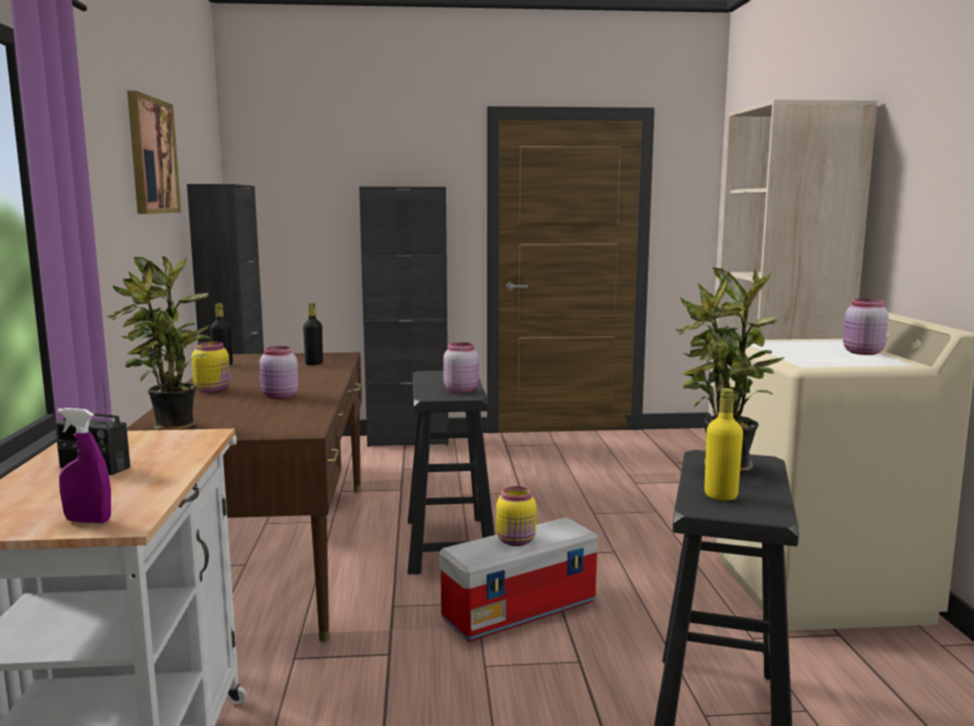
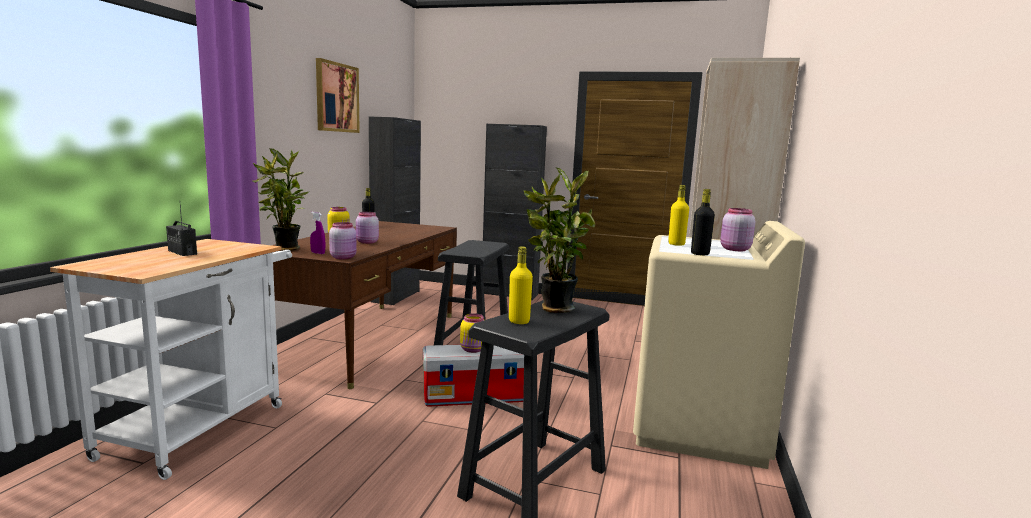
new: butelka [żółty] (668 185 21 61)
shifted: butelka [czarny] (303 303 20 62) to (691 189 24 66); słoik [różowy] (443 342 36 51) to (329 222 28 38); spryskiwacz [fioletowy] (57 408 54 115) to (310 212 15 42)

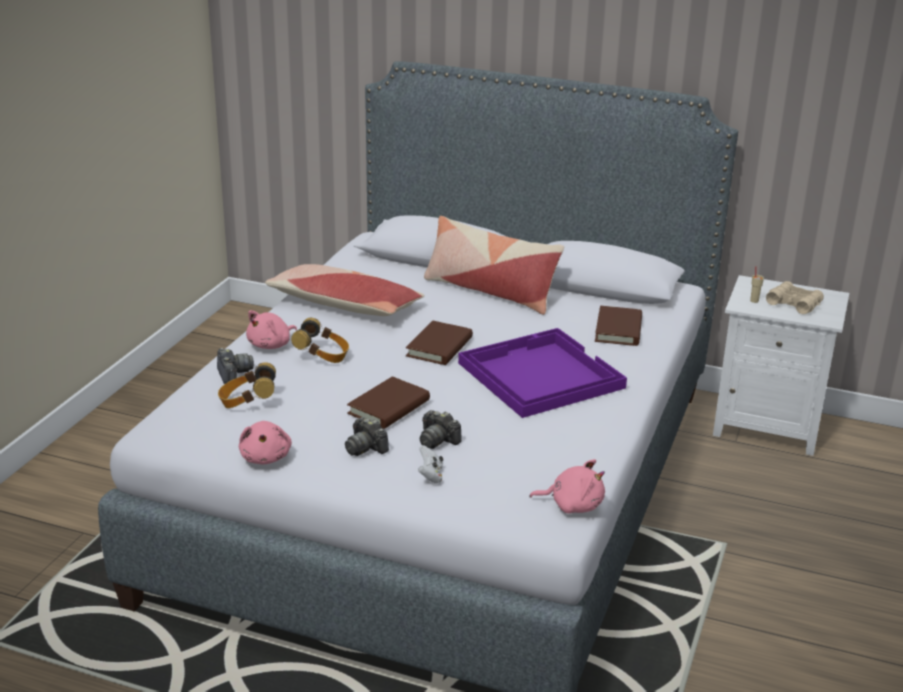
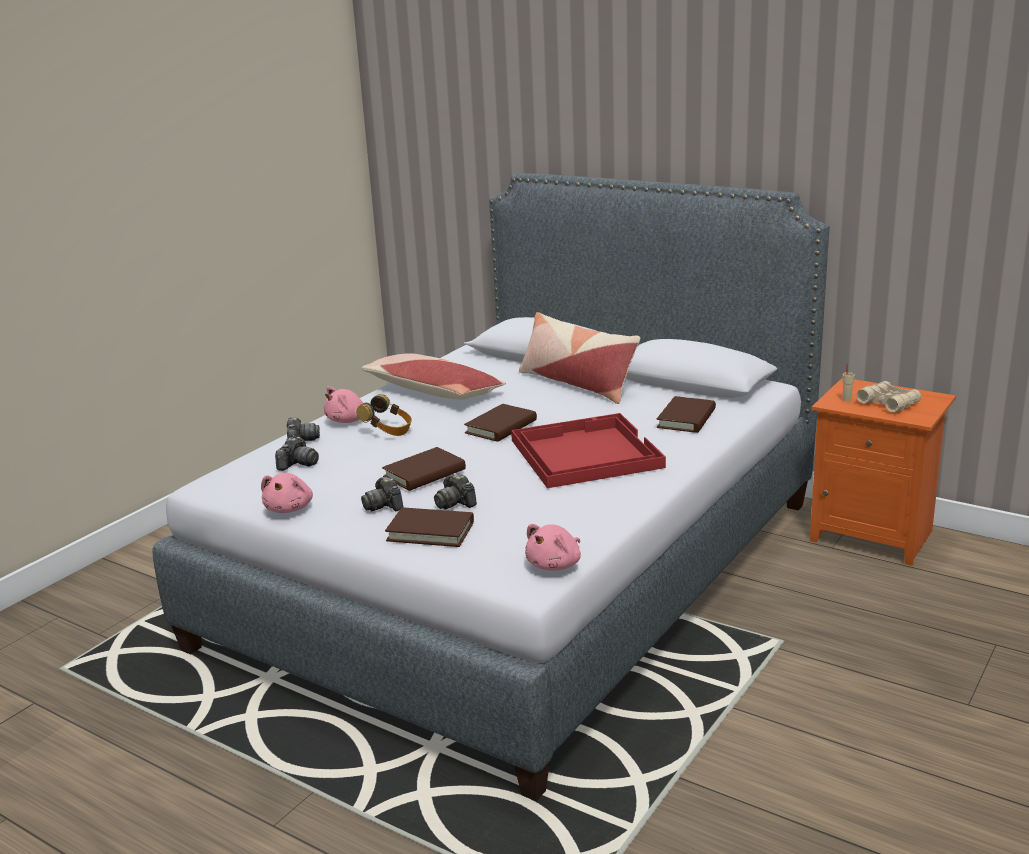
swapped: słuchawki (218 362 58 46) to aparat fotograficzny (275 436 44 35); pad do gier [biały] (418 445 25 39) to książka [brązowy] (385 507 89 40)
repainted: szafka nocna [biały] (713 275 136 181) to szafka nocna [pomarańczowy] (810 377 146 189); taca [fioletowy] (458 328 169 90) to taca [czerwony] (511 413 155 75)
rotated: pluszak [różowy] (529 459 76 55) = (525 524 56 46) 105 degrees clockwise

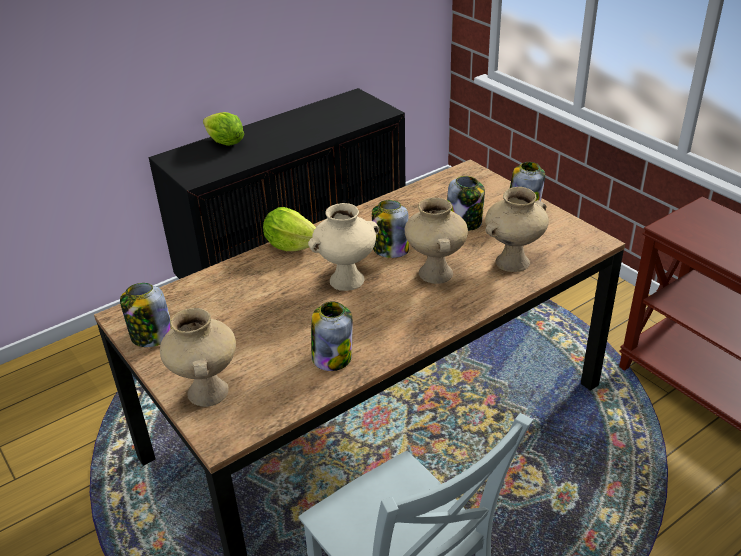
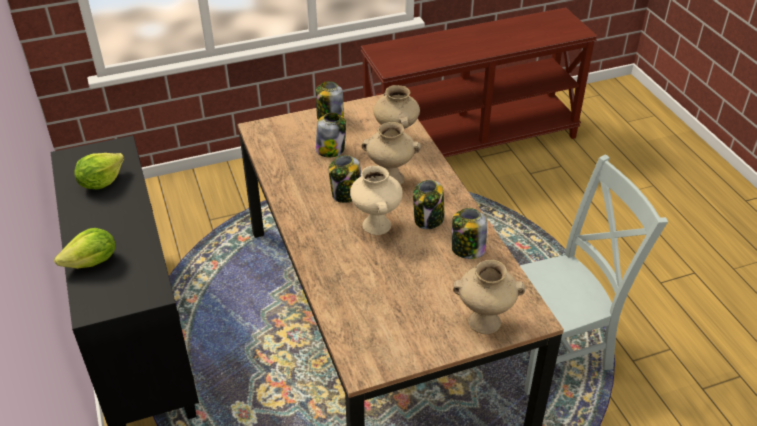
shifted: sałata (263 207 53 44) to (75 153 49 36); słoik (120 283 52 64) to (413 180 32 49)

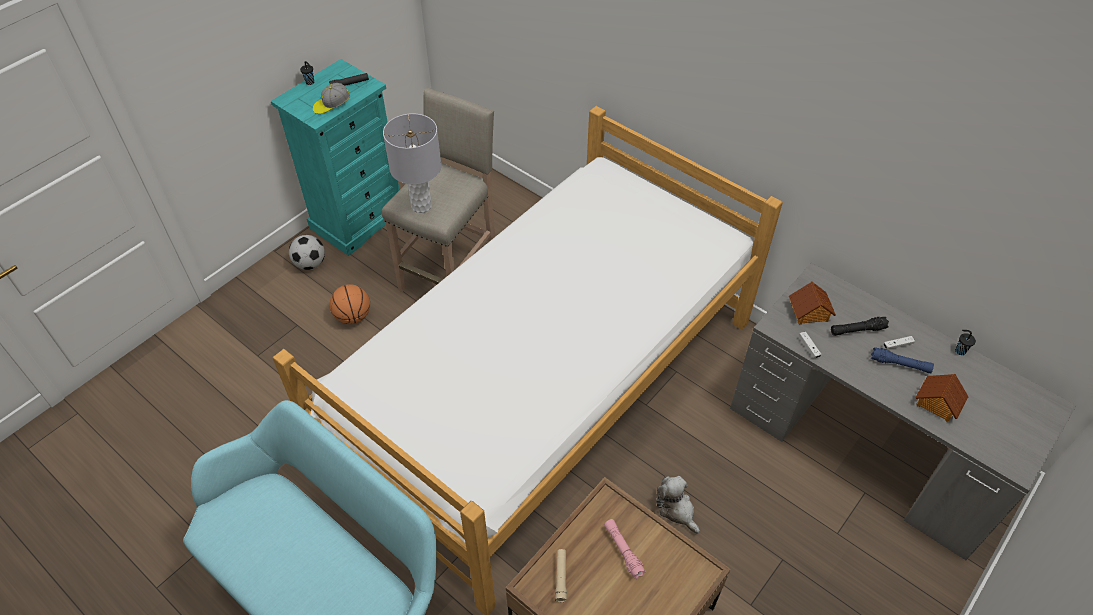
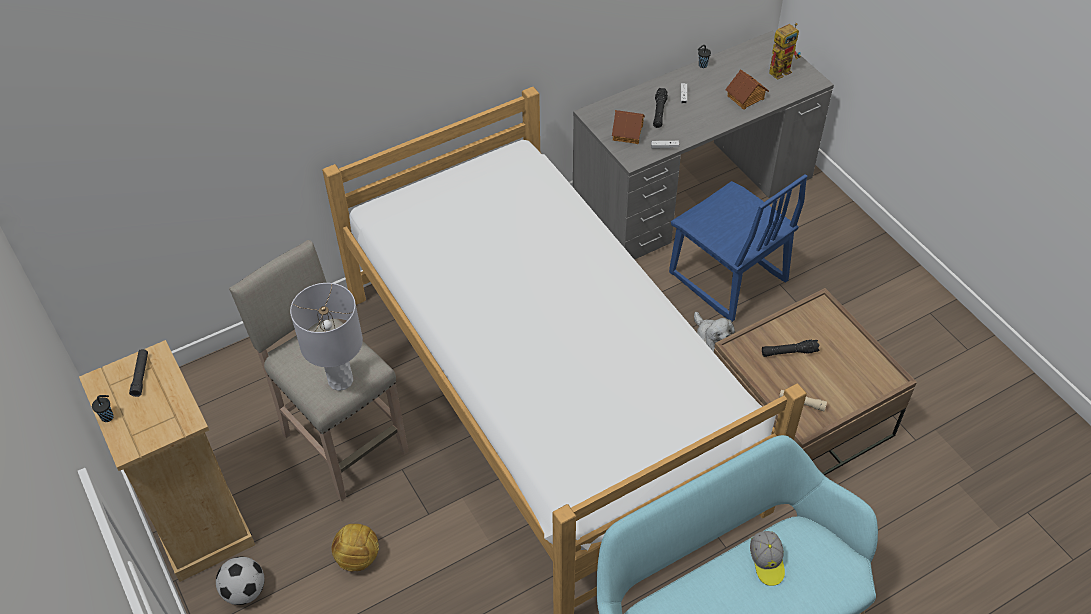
gone: latarka [niebieski] (871 347 63 26)
new: robot zabawkowy (769 23 32 57); krzesło [niebieski] (669 174 138 148)
shifted: czapka z daszkiem (313 83 37 31) to (750 531 35 55)
swapped: piłka do koszykówki (330 284 40 40) to piłka futbolowa (332 524 47 47)
repainted: komoda [turkusowy] (271 59 128 197) to komoda [beżowy] (79 340 176 242); latarka [różowy] (604 519 42 60) to latarka [czarny] (762 340 57 17)
rotated: pluszak (656 476 44 58) = (694 312 41 40) 105 degrees counterclockwise

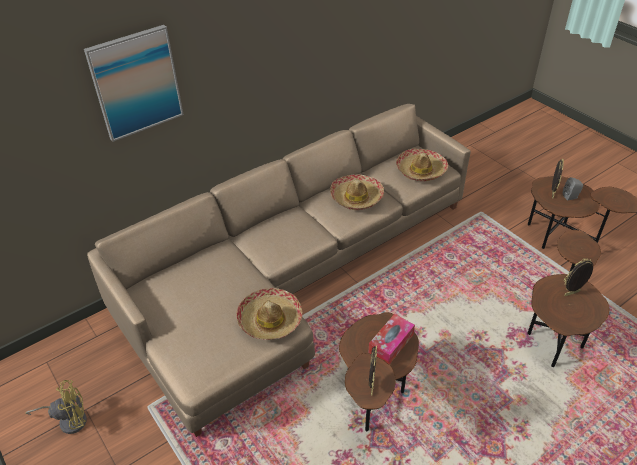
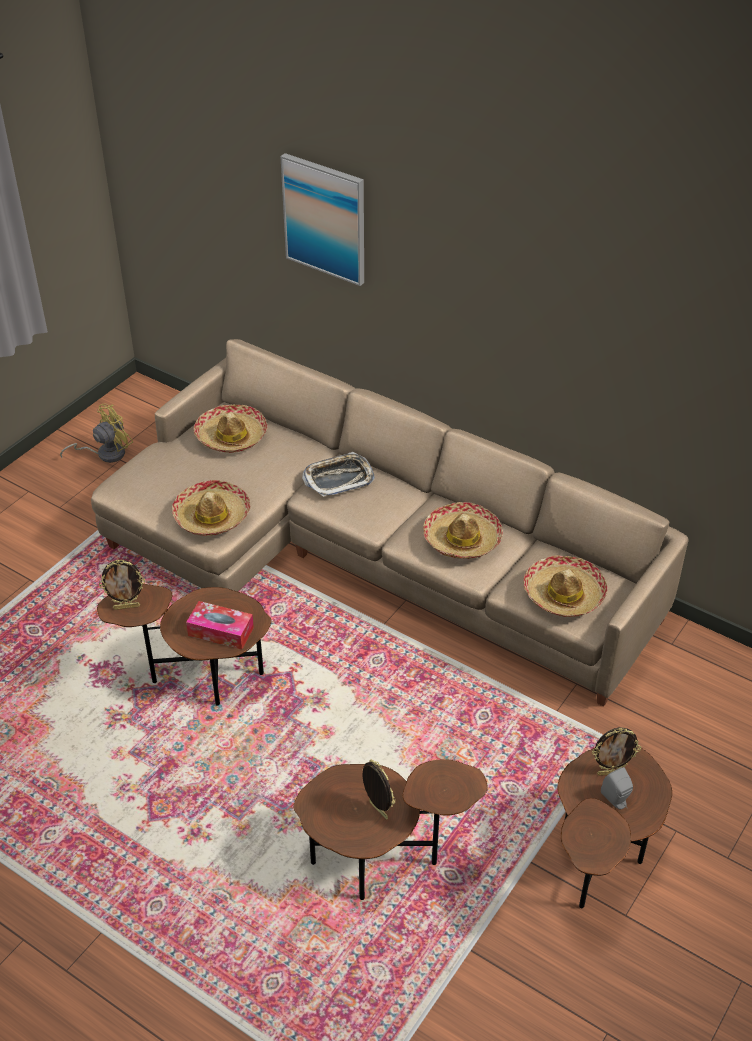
new: kapelusz (194 404 73 49); taca (302 452 73 45)
rotated: wentylator [żółty] (25 380 62 54) = (60 404 73 59) 90 degrees counterclockwise

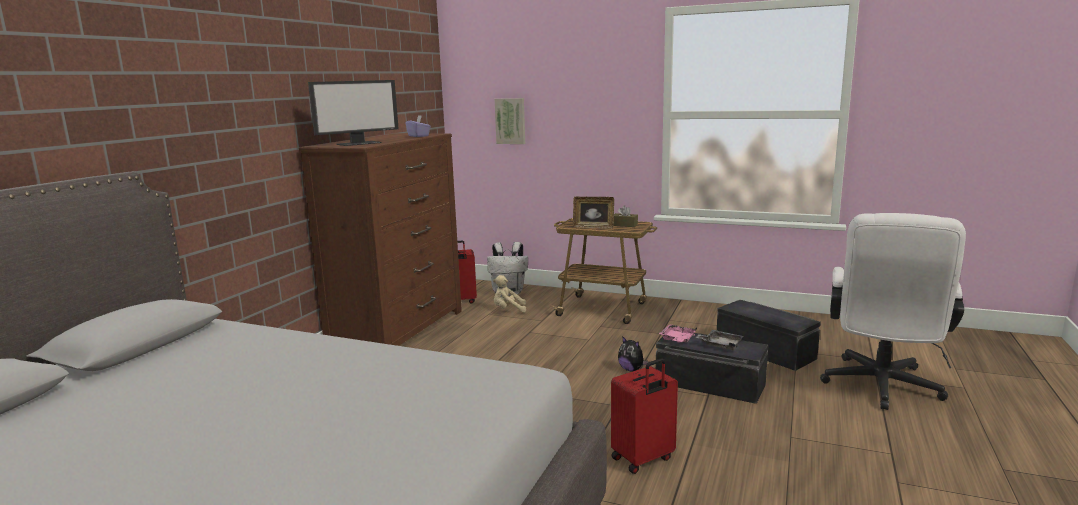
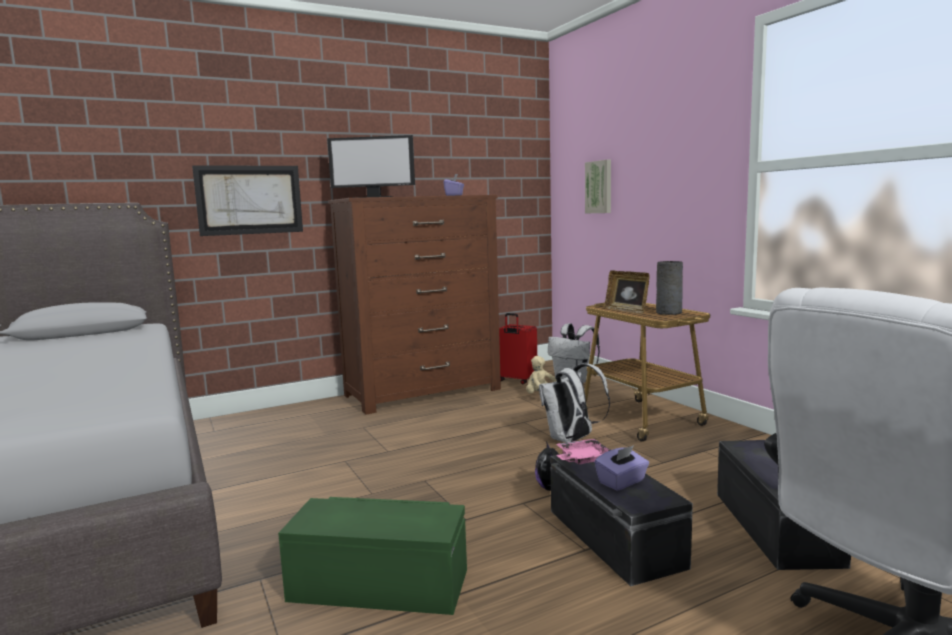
new: obraz (192 165 111 71); plecak [biały] (539 364 71 79)
swapped: pudełko chusteczek [brązowy] (613 205 25 22) to wazon [szary] (656 261 27 54); taca [szary] (695 330 49 20) to pudełko chusteczek [fioletowy] (595 445 54 46); walizka [czerwony] (611 358 67 116) to pojemnik do przechowywania [zielony] (278 497 189 118)

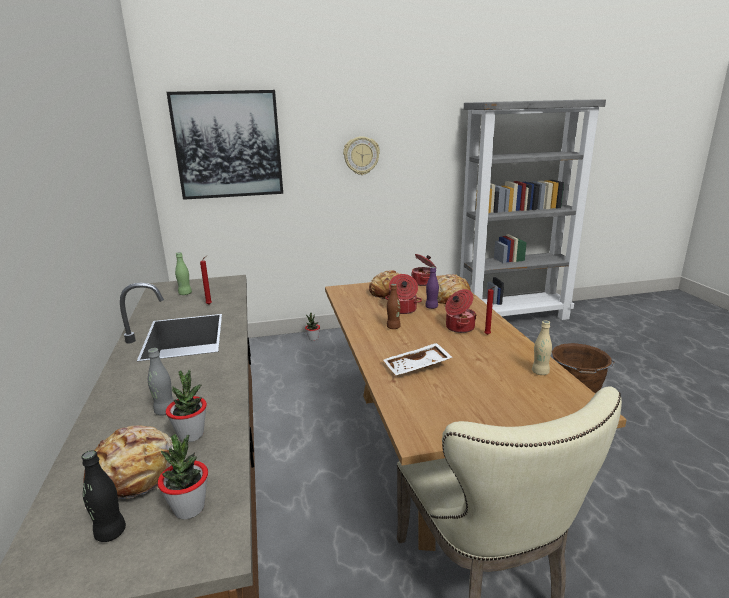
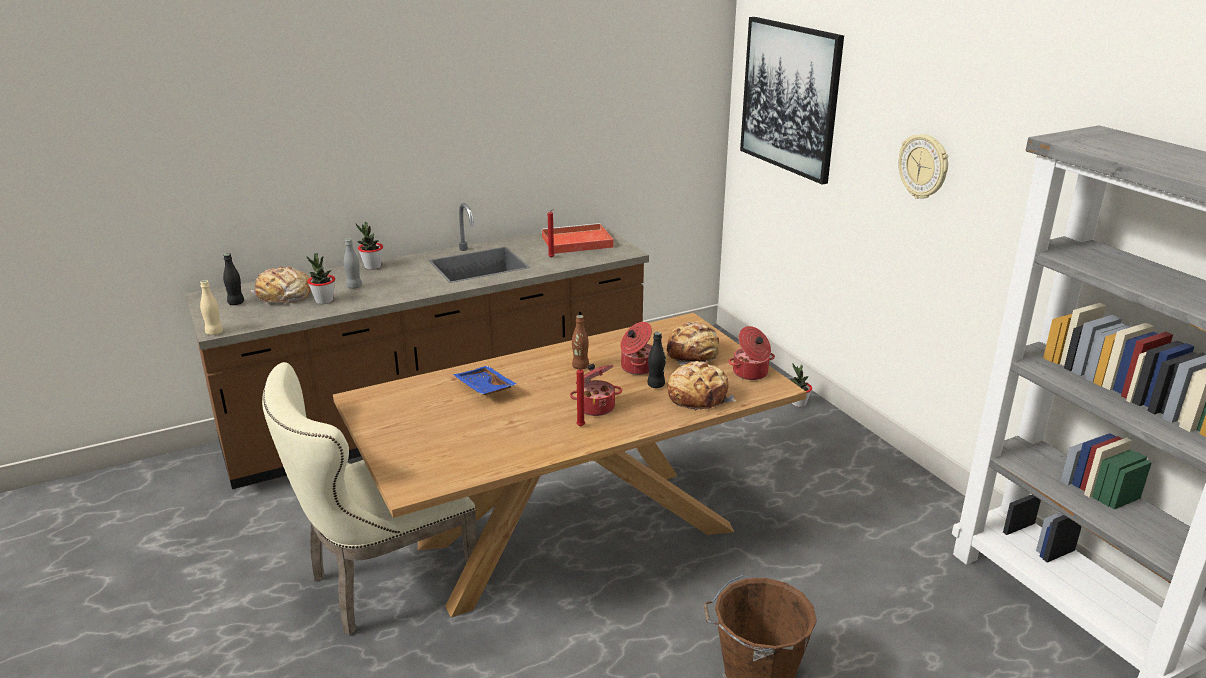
shifted: butelka [beżowy] (532 321 20 54) to (200 280 23 55); roślina doniczkowa (158 434 50 85) to (356 222 27 48)
swapped: butelka [zielony] (175 252 17 43) to taca [czerwony] (542 223 72 31)
repainted: butelka [fioletowy] (425 267 14 42) to butelka [czarny] (647 332 19 56); taca [biały] (383 343 70 32) to taca [niebieski] (453 366 63 29)

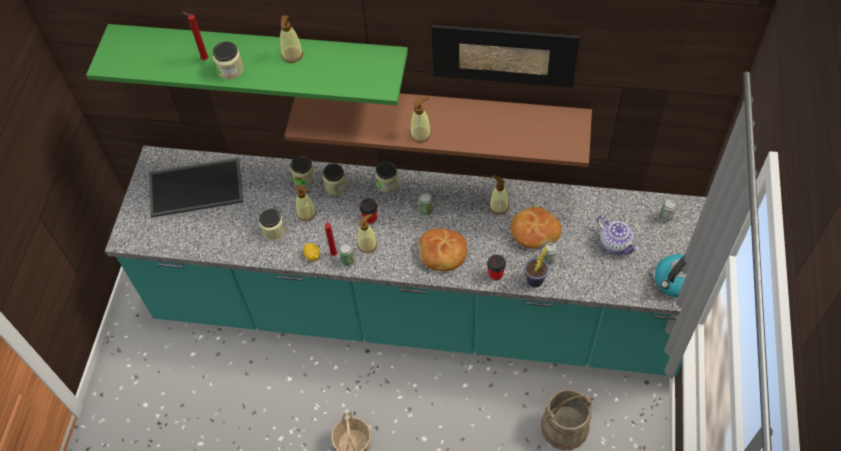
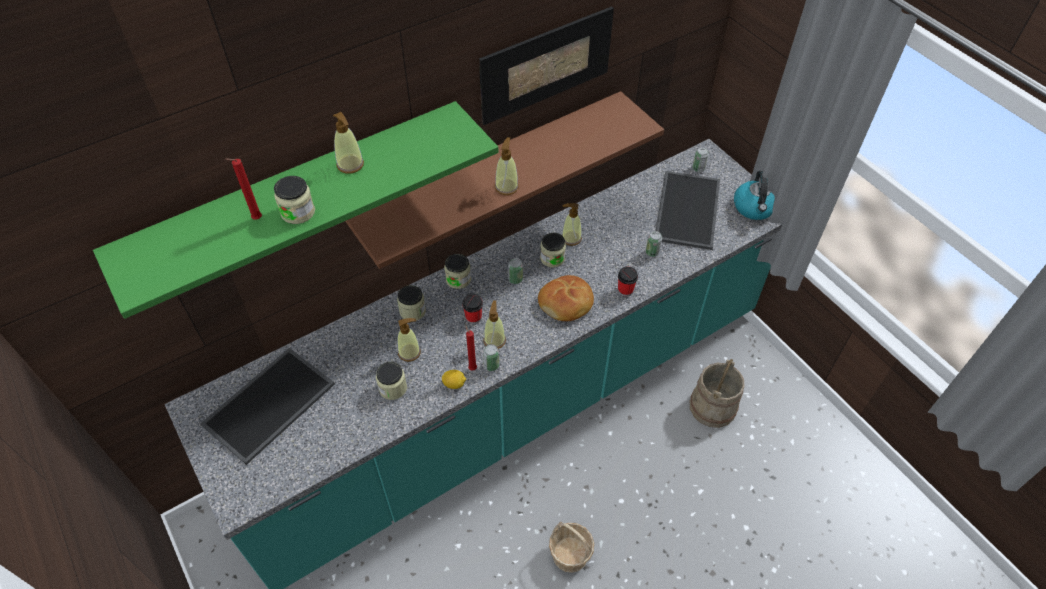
gone: chleb (510 207 52 42); roślina doniczkowa (524 246 25 41)
shifted: słoik (290 156 26 31) to (540 233 26 35)
swapped: imbryk (597 215 42 40) to taca (656 171 64 79)

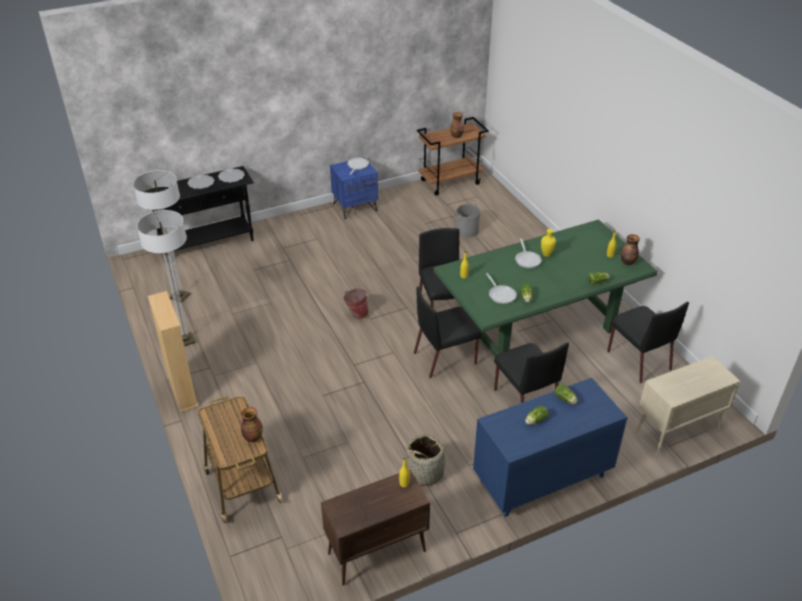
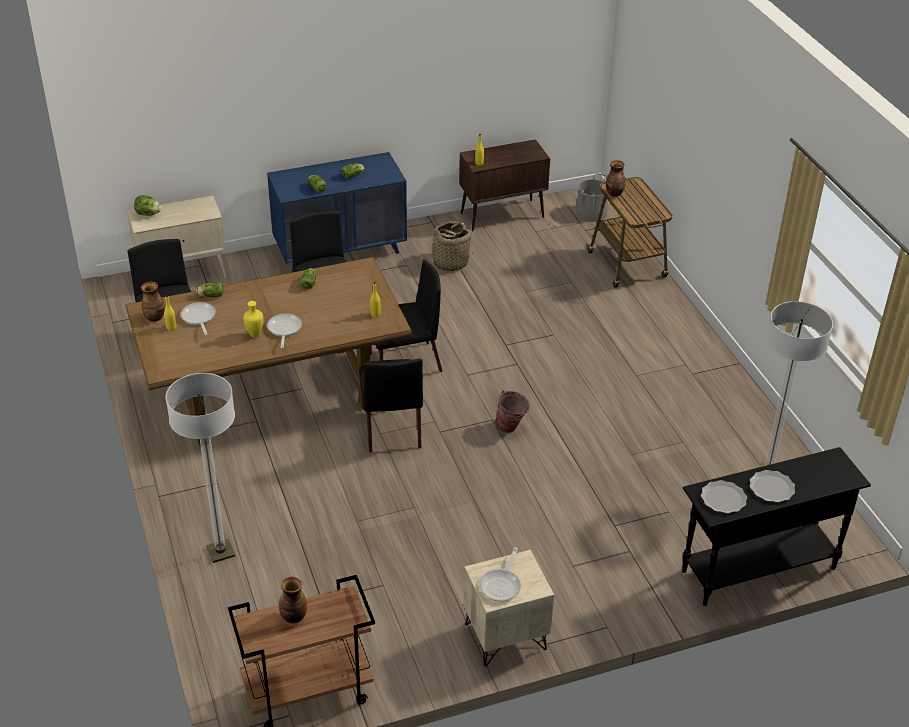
gone: regał [beżowy] (148 291 51 121)
new: sałata (134 195 28 21)
shifted: wiadro [szary] (455 199 25 39) to (576 173 32 49); lampa stojąca (137 210 59 136) to (166 373 69 190); patelnia (486 273 31 31) to (181 302 35 33)
repainted: szafka nocna [niebieski] (330 157 48 62) to szafka nocna [beżowy] (463 550 91 117); stół jadalny [zielony] (433 220 225 137) to stół jadalny [brązowy] (126 257 286 189)

